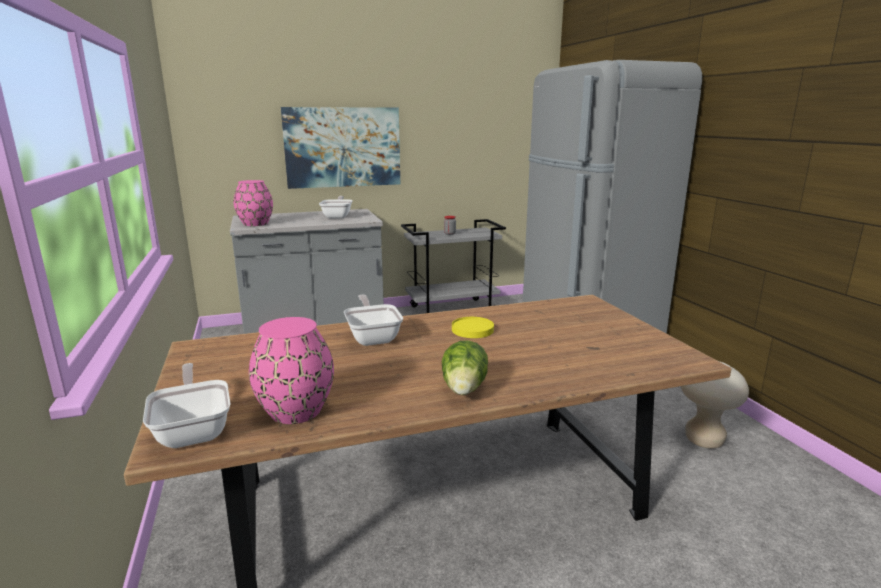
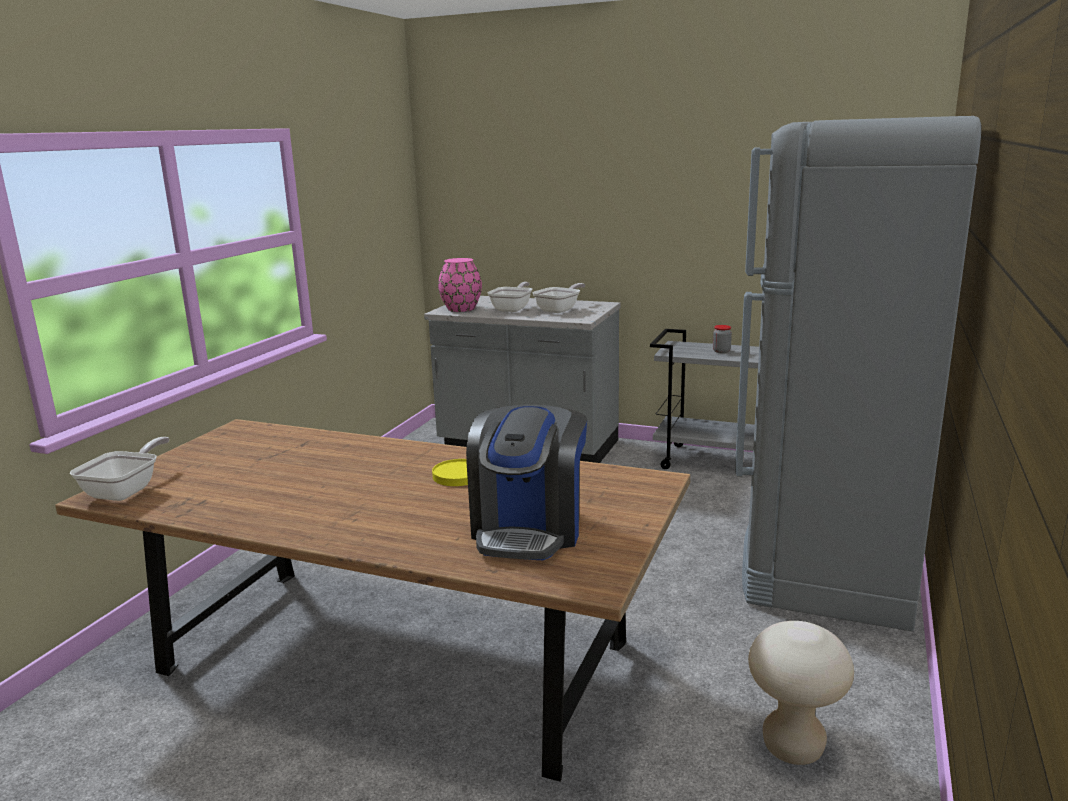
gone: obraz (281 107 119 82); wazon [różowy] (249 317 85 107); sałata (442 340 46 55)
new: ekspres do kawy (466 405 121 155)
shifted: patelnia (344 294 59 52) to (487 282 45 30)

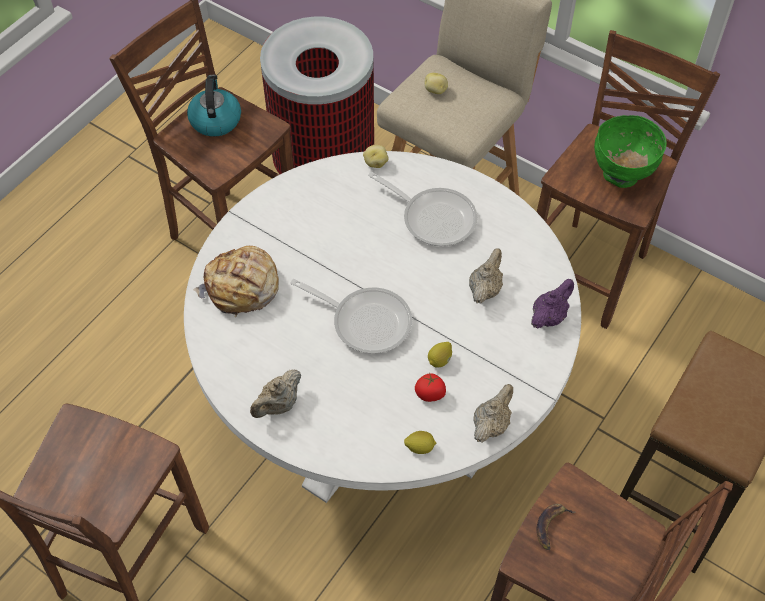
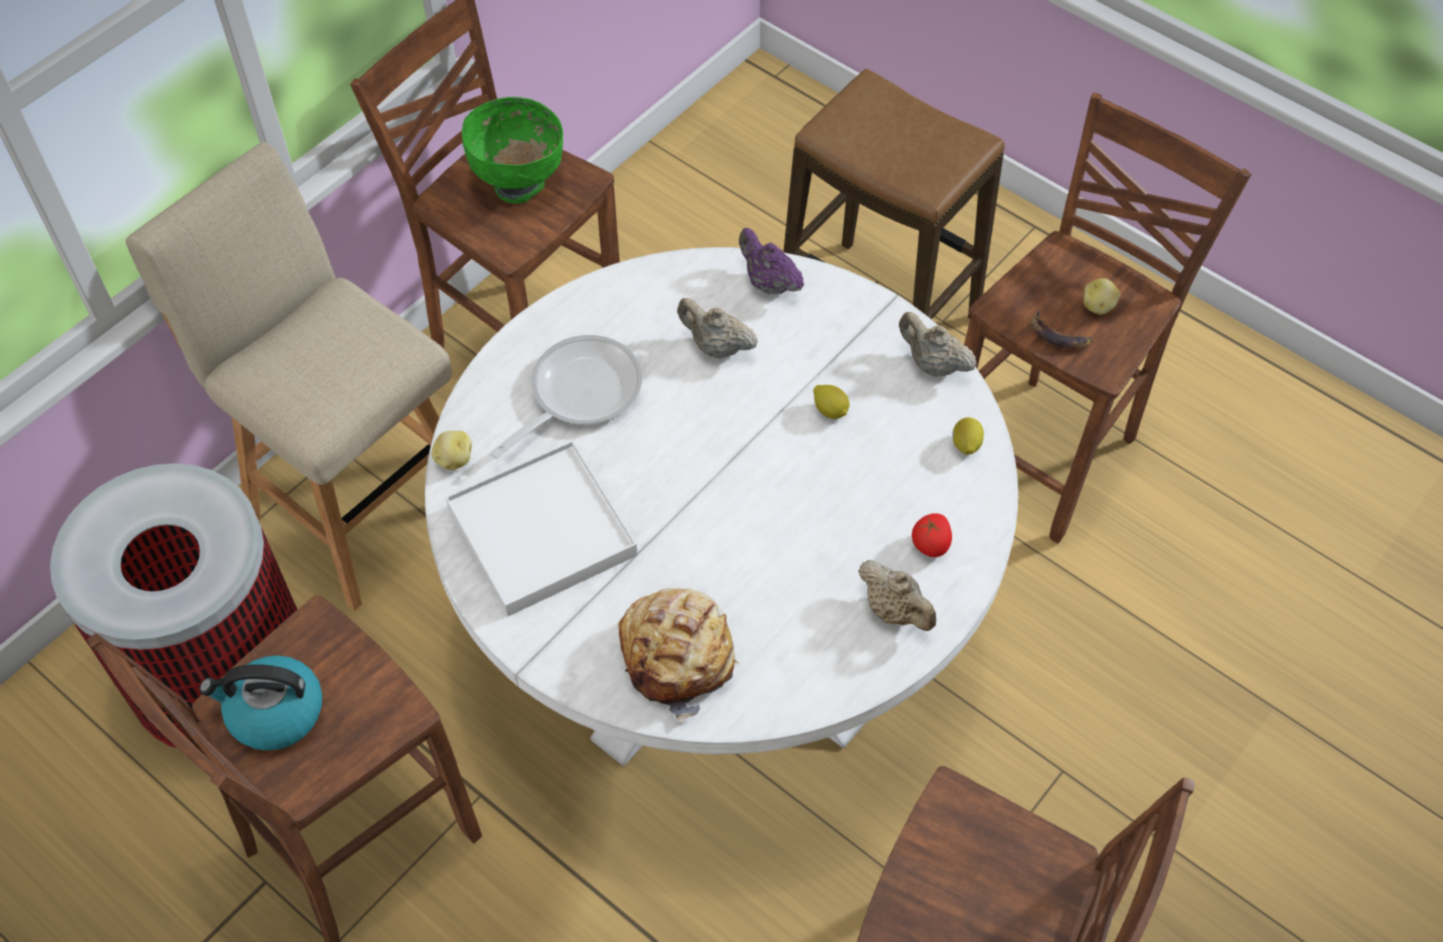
gone: patelnia (290 279 122 74)
new: taca [biały] (445 440 193 176)
shifted: ziemniak (425 73 23 21) to (1084 278 36 37); pomidor (415 372 31 30) to (912 513 40 44)

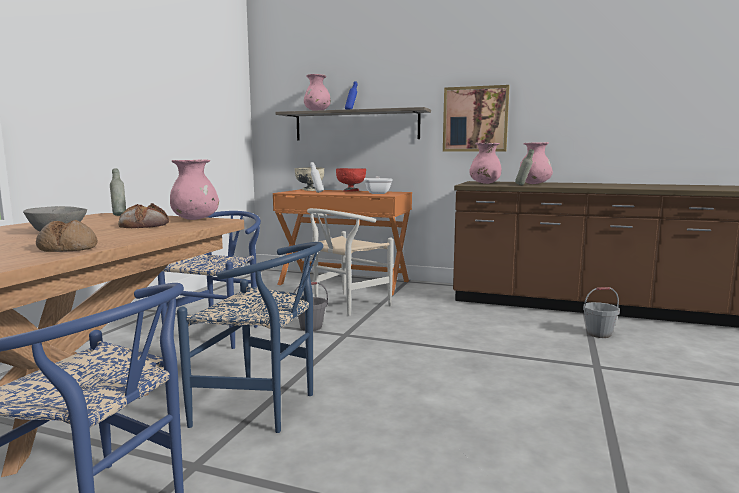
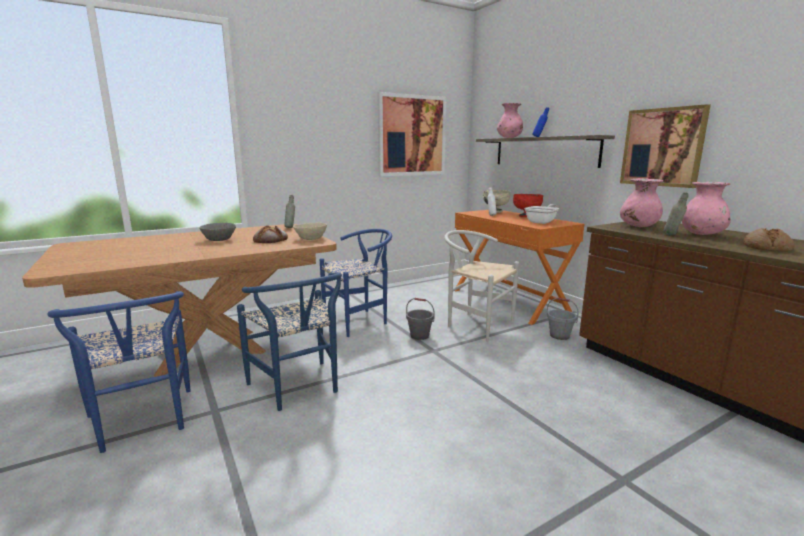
new: obraz (378 92 69 84)
shifted: chleb (36 220 62 32) to (743 228 51 24); wiadro [szary] (583 287 37 51) to (546 298 33 42)
swapped: wazon [różowy] (170 159 49 61) to miska [beżowy] (293 223 34 17)
rotated: krzesło [biały] (307 208 86 108) = (444 230 75 112) 45 degrees clockwise

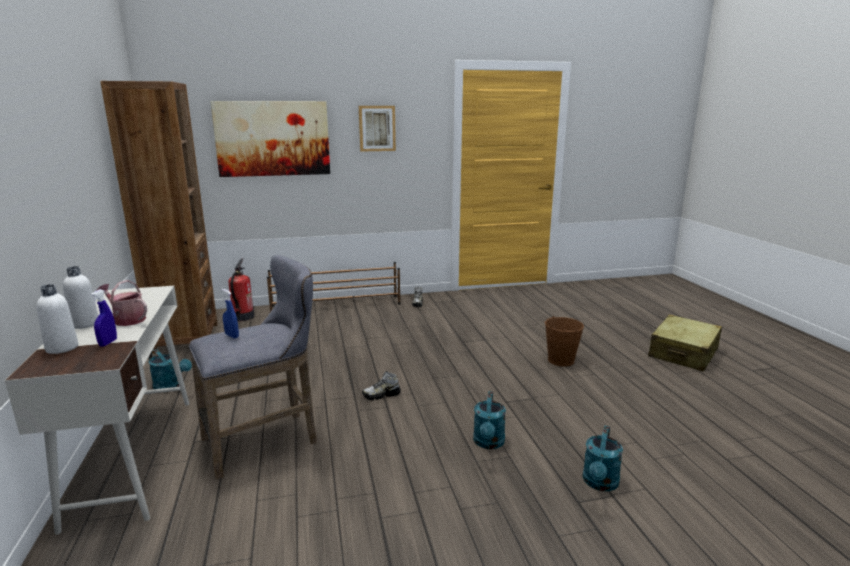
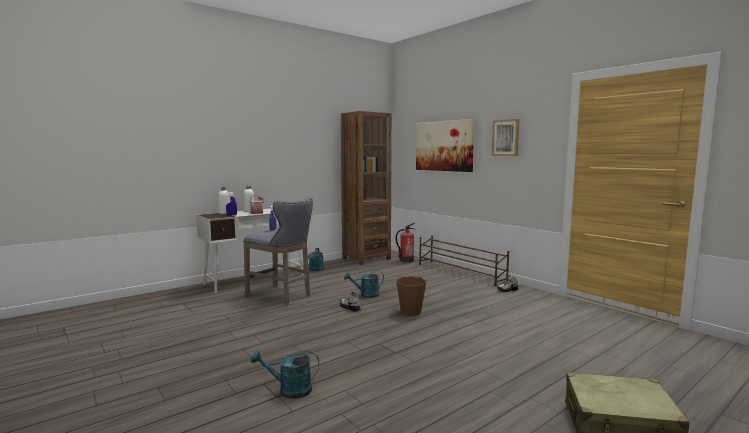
shifted: wiadro [brązowy] (545 316 39 51) to (396 276 31 40); konewka [turkusowy] (473 391 33 58) to (344 270 40 28)

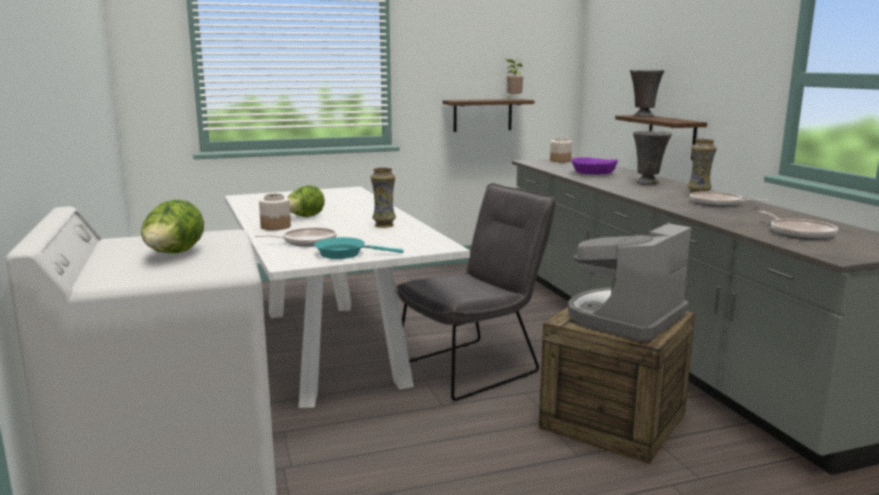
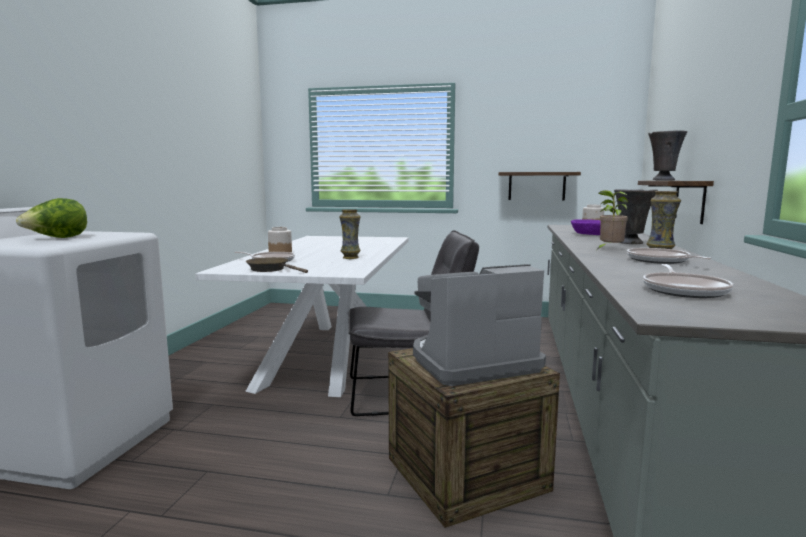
gone: sałata (287 185 38 32)
shifted: roślina doniczkowa (506 59 18 40) to (598 190 30 59)
repainted: patelnia [turkusowy] (314 237 89 22) to patelnia [brązowy] (246 257 62 16)

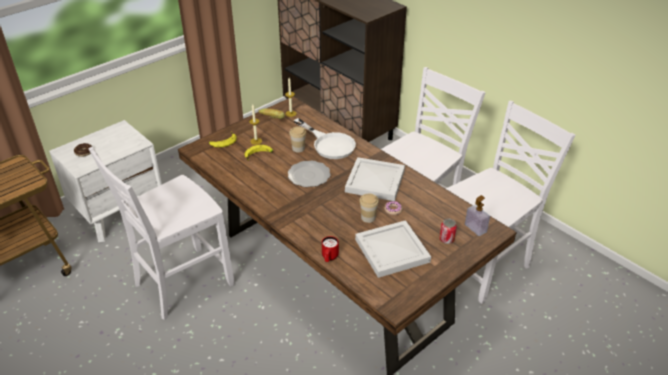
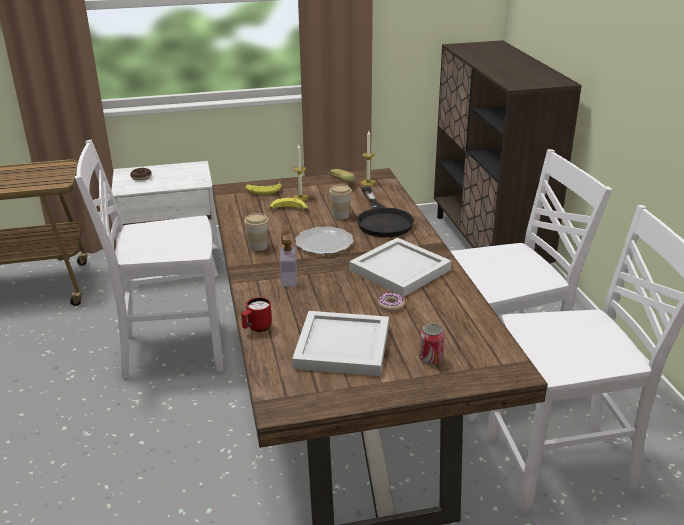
shifted: filiżanka (359 193 20 30) to (244 213 25 38); dozownik mydła (465 195 25 41) to (280 229 17 58)
repainted: patelnia [biały] (294 118 62 41) to patelnia [czarny] (357 187 57 50)

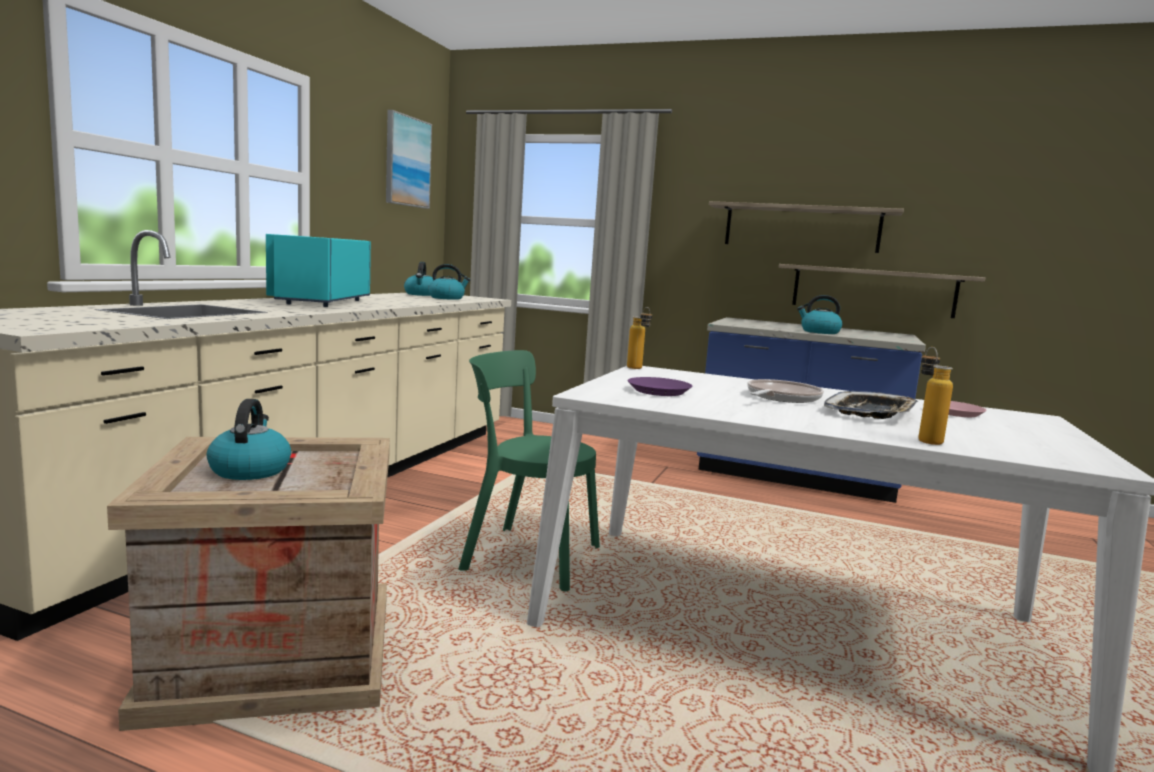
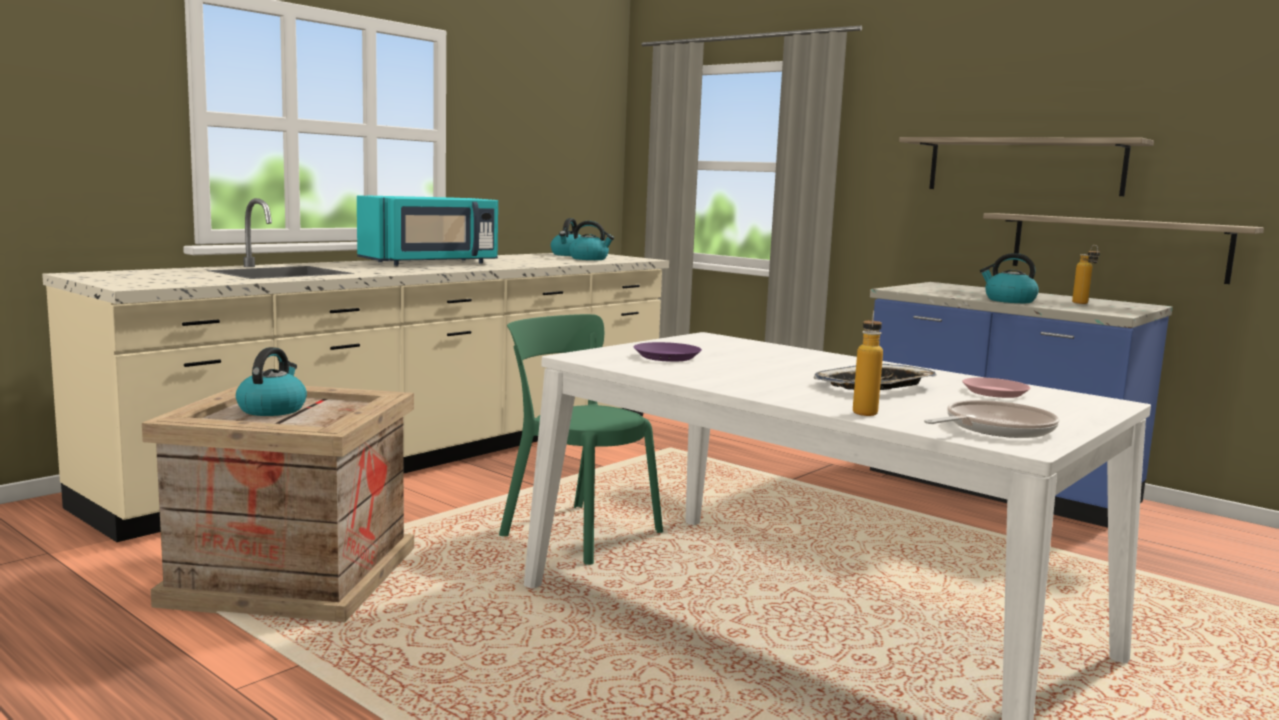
gone: obraz (386 110 46 99)
shifted: butelka (627 307 25 62) to (1072 245 28 59); patelnia (747 379 77 24) to (924 400 135 38)
rotated: mikrofalówka [turkusowy] (266 234 105 73) = (357 195 141 71) 150 degrees counterclockwise

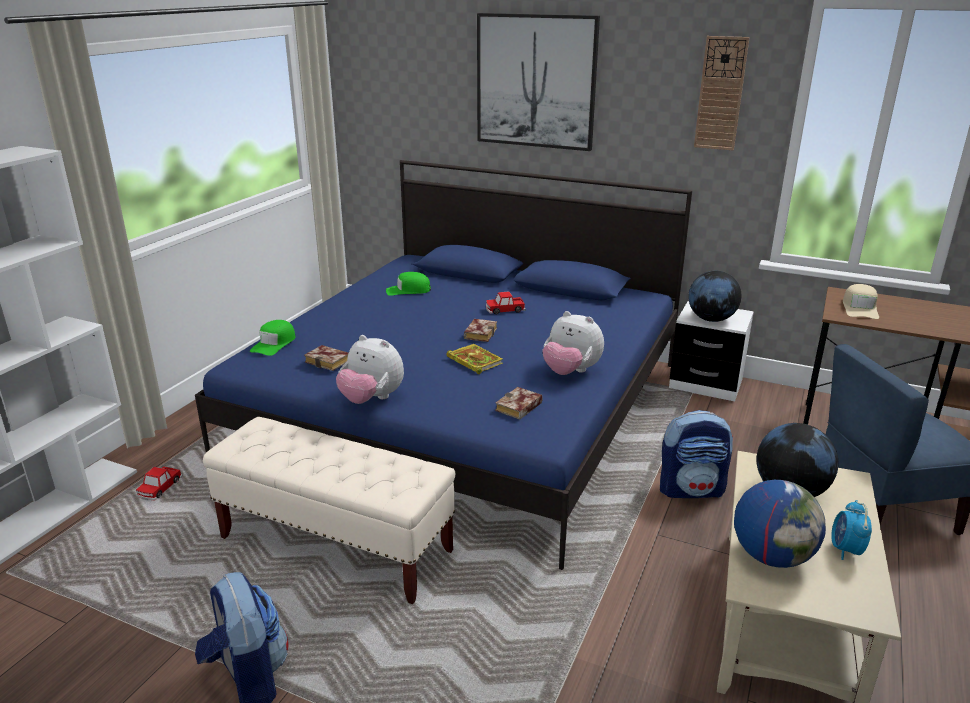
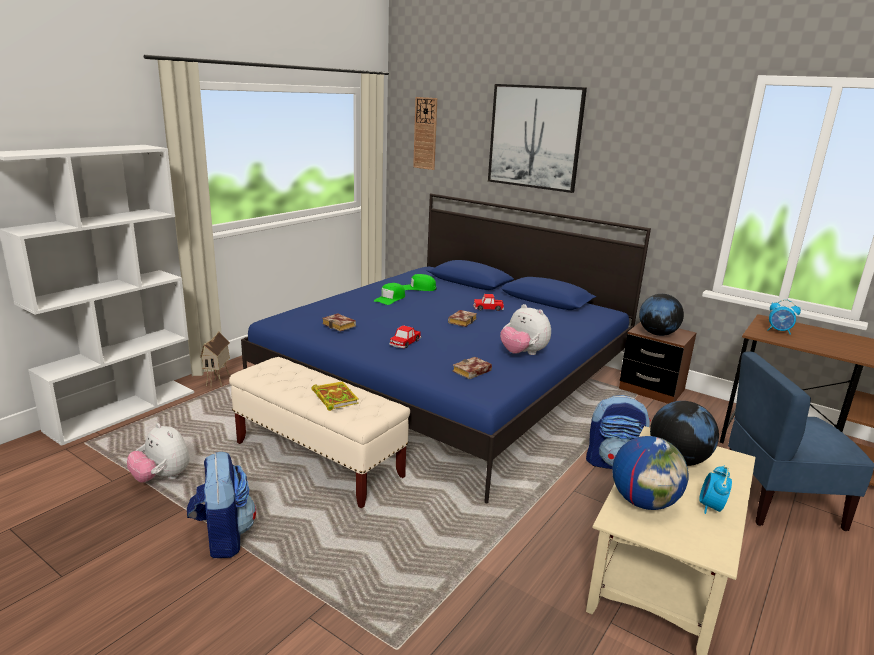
new: domek (200 331 30 57)
shifted: zegar ścienny (694 36 56 114) to (413 97 24 73); czapka z daszkiem [zielony] (250 320 46 36) to (374 283 31 22); pluszak (336 335 68 69) to (127 423 63 60); książka (446 344 57 30) to (312 381 47 30); samochodzik (136 466 47 35) to (389 325 33 23)
swapped: czapka z daszkiem [beżowy] (843 284 36 35) to budzik (768 300 33 35)
repainted: szafka nocna [biały] (669 301 85 100) to szafka nocna [brązowy] (619 322 77 82)

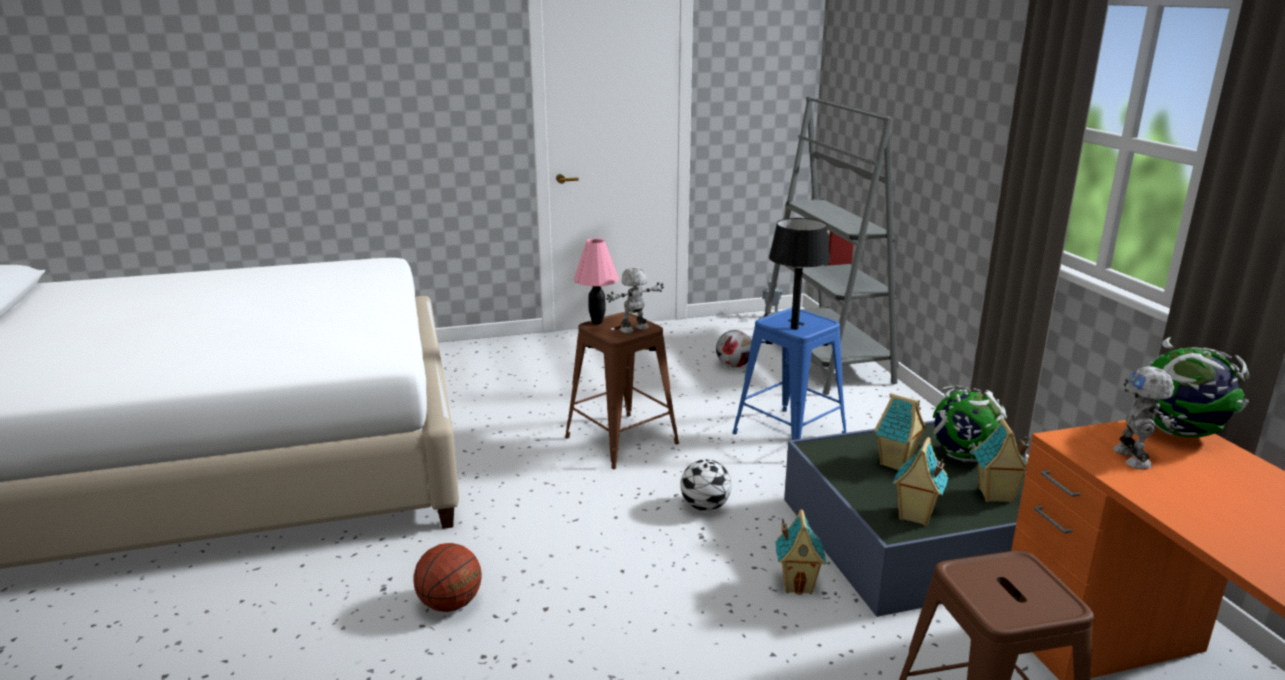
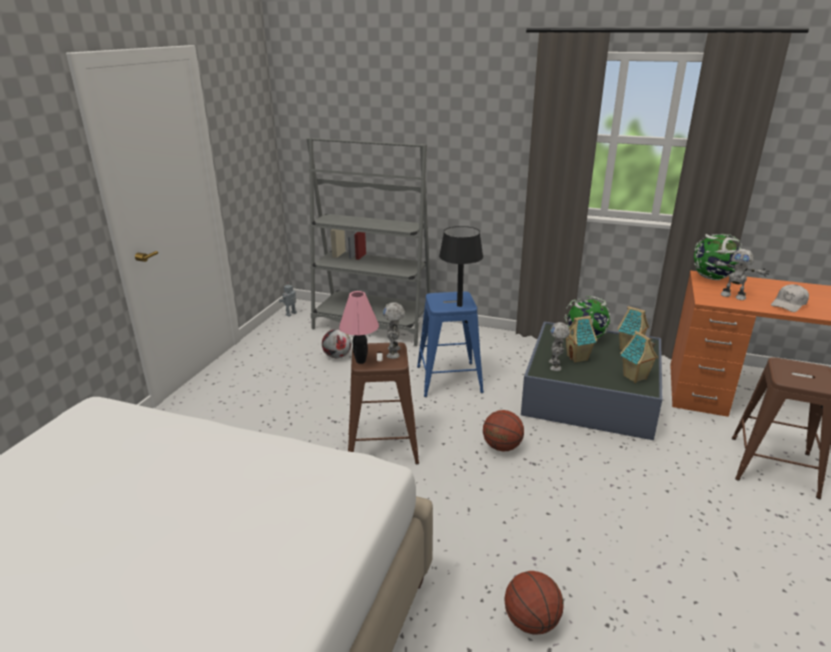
gone: domek (775 509 51 86)
new: czapka z daszkiem [biały] (771 284 38 28); robot zabawkowy (549 322 21 49)
swapped: piłka futbolowa (680 459 52 52) to piłka do koszykówki (483 410 41 42)

